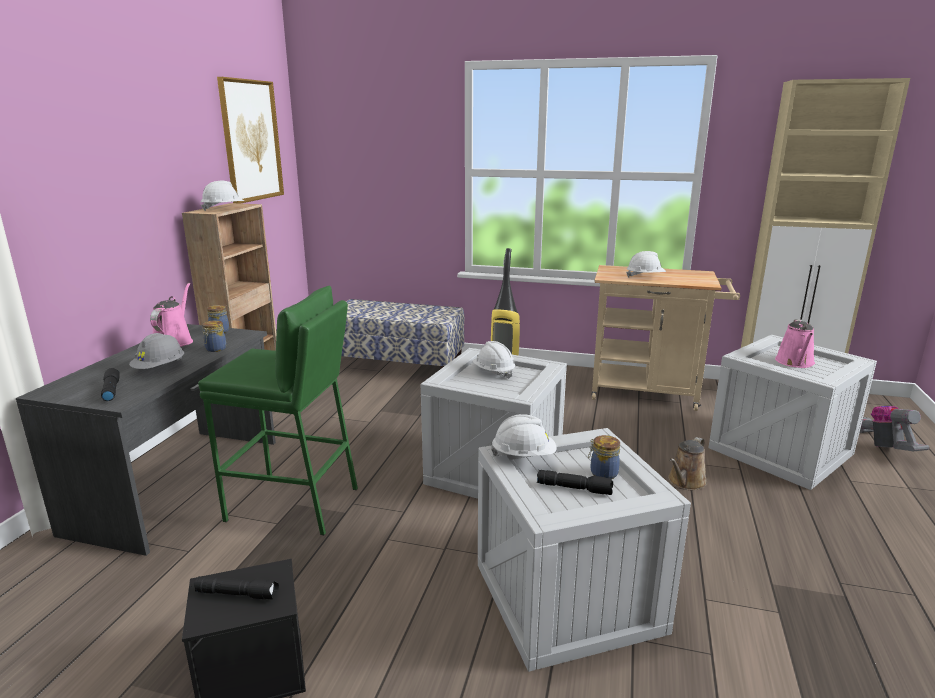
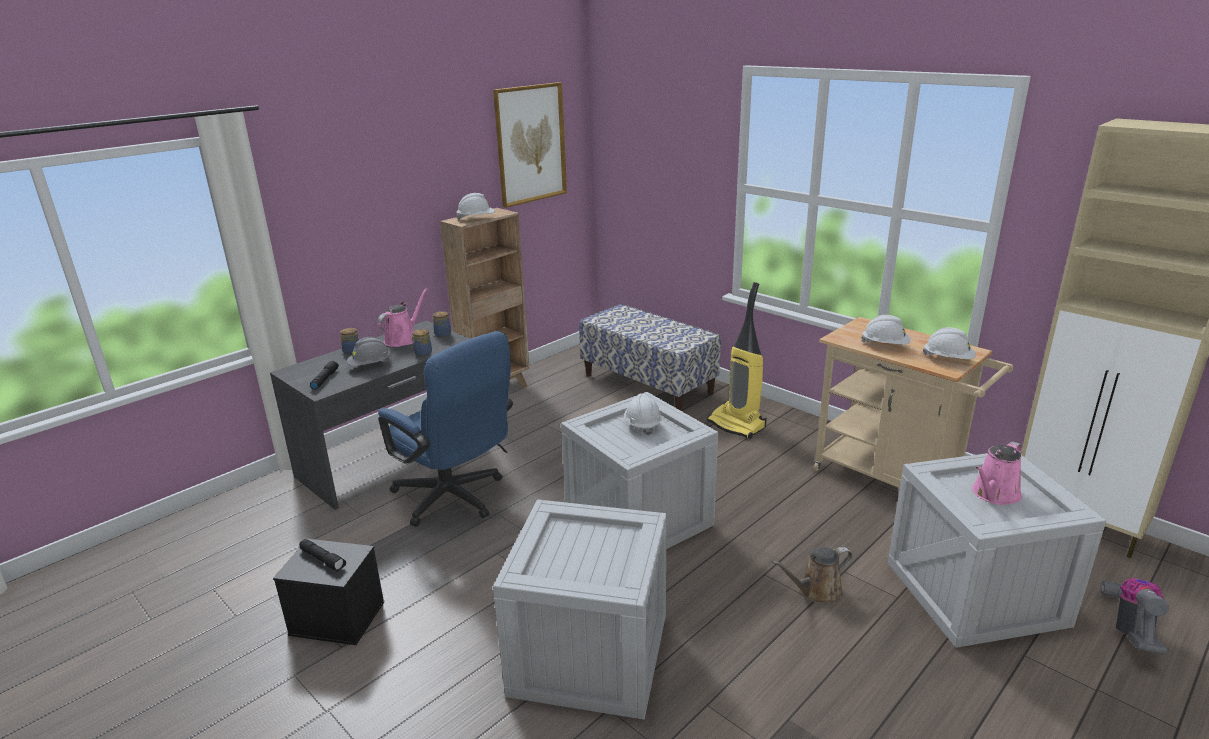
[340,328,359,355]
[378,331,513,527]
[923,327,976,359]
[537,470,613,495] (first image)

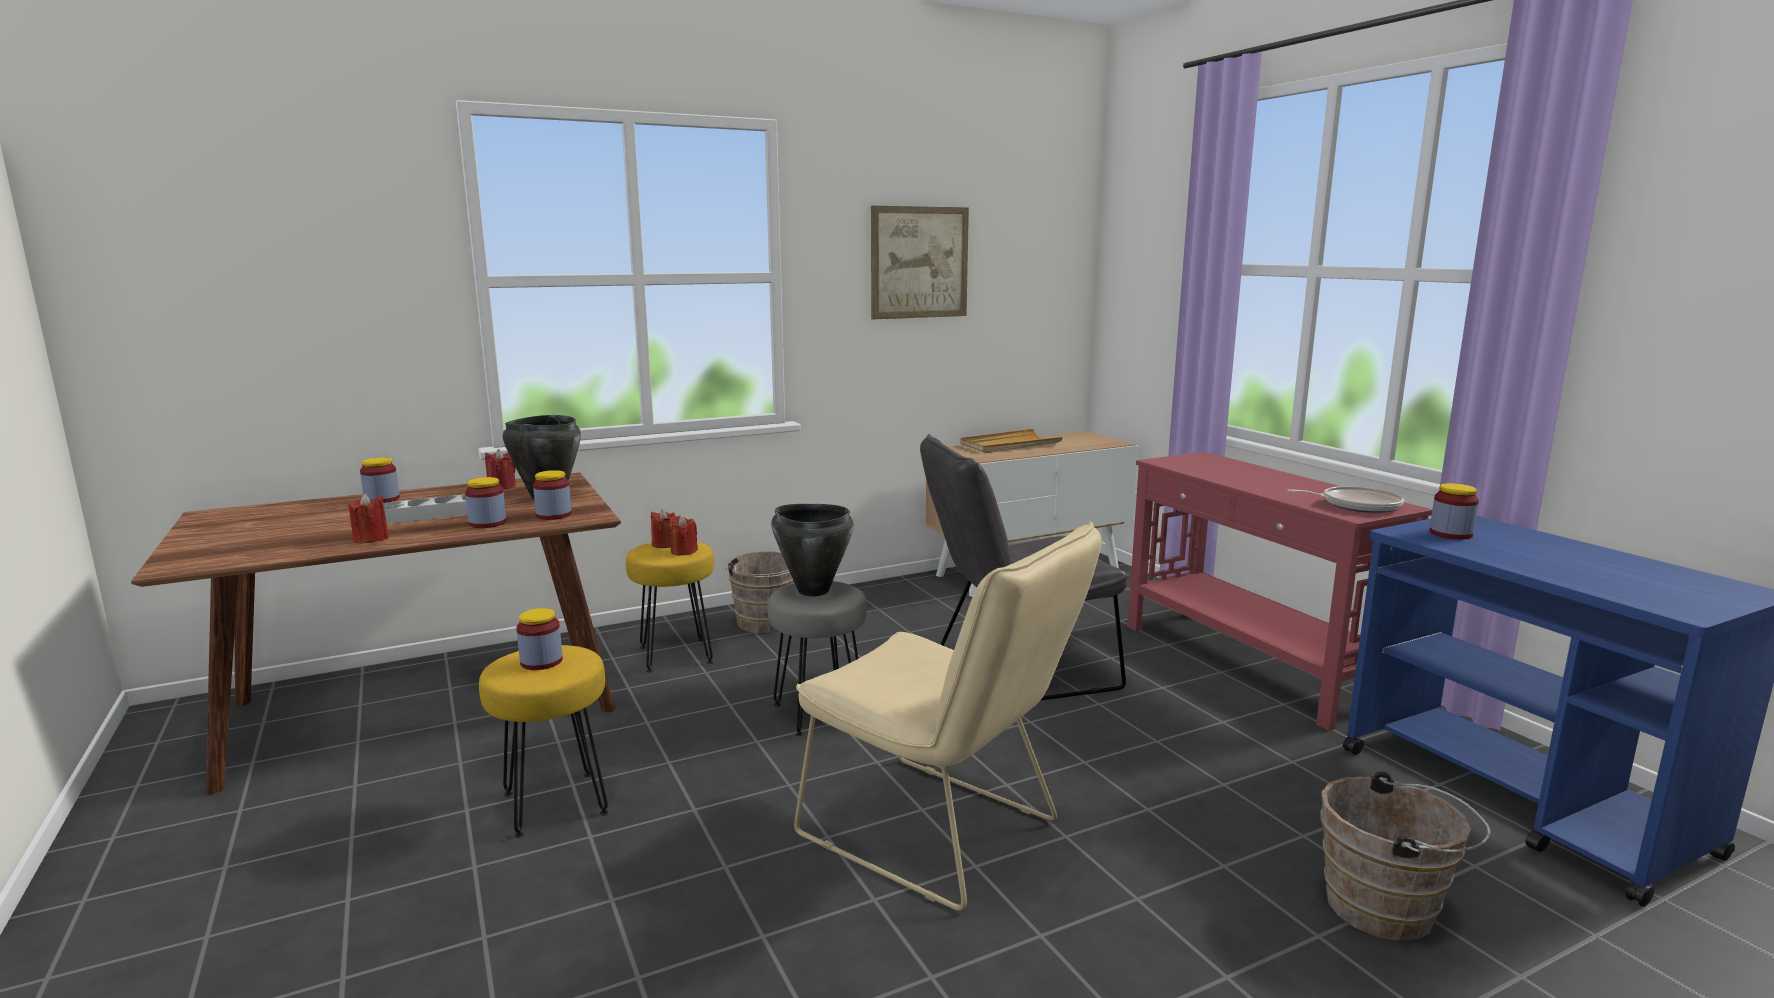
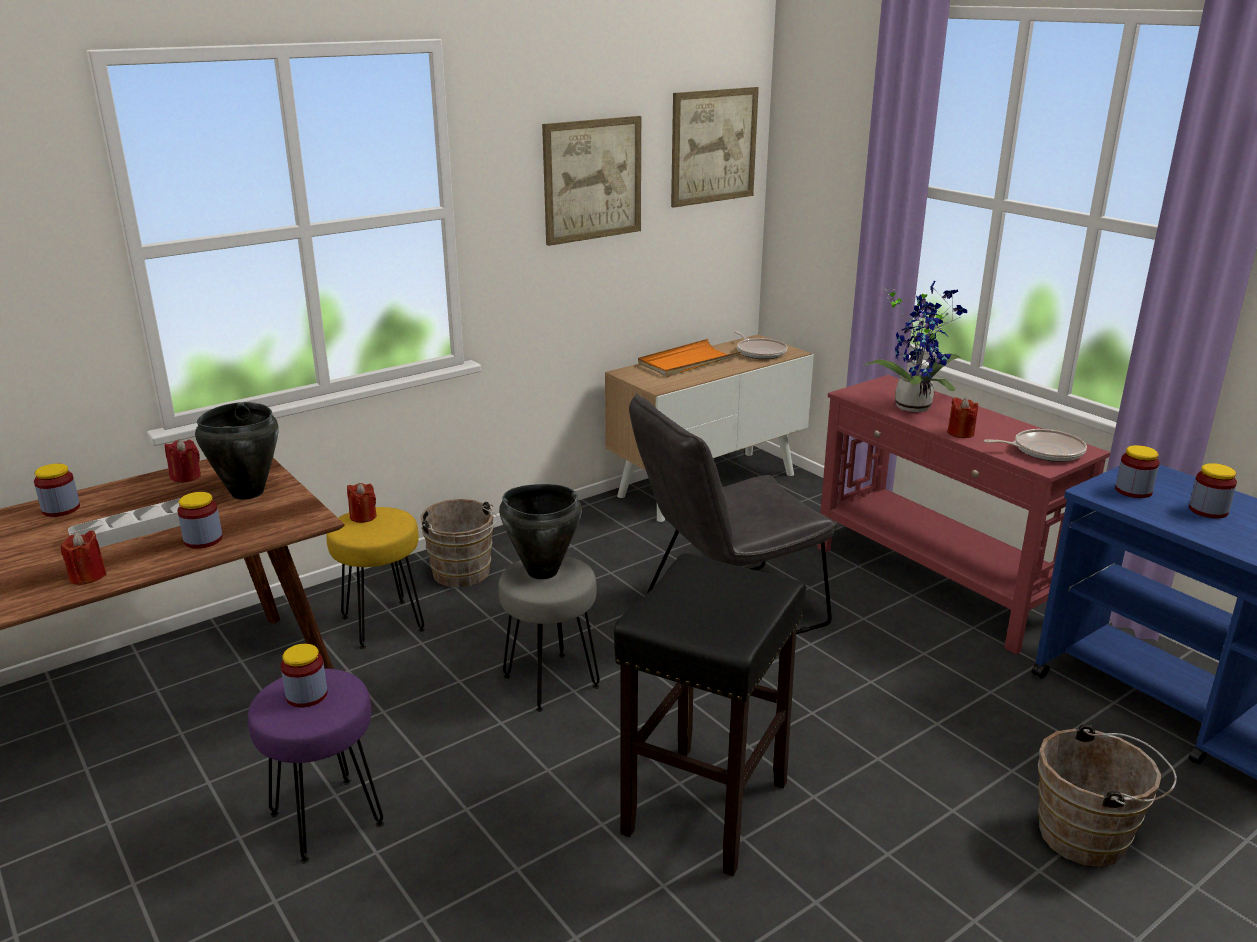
[248,668,384,864]
[614,553,806,876]
[638,339,741,377]
[671,87,759,208]
[733,331,787,359]
[863,280,967,412]
[947,397,978,438]
[1189,463,1237,518]

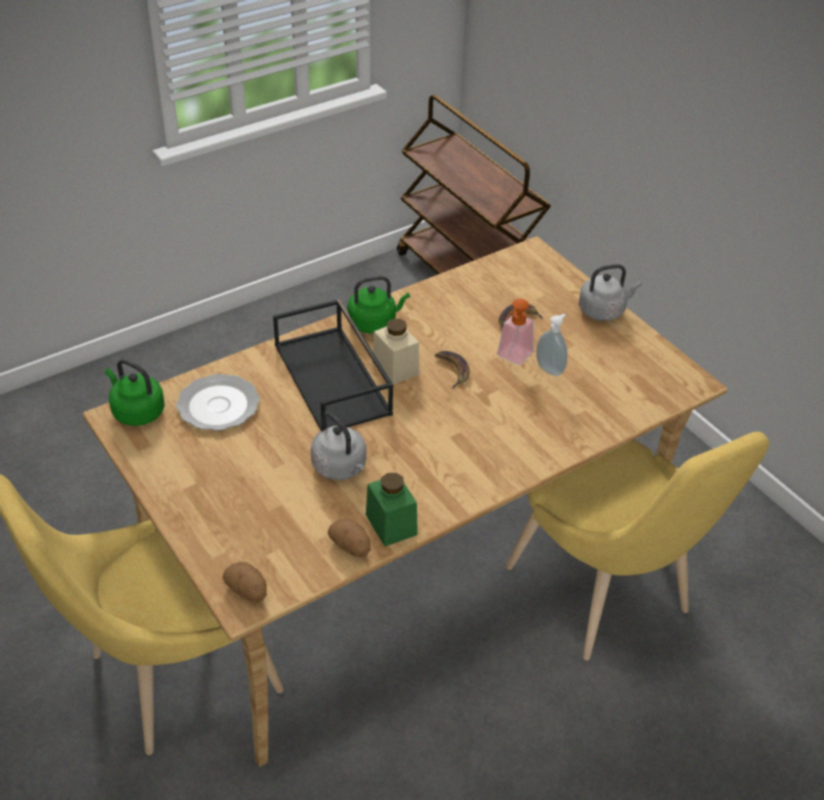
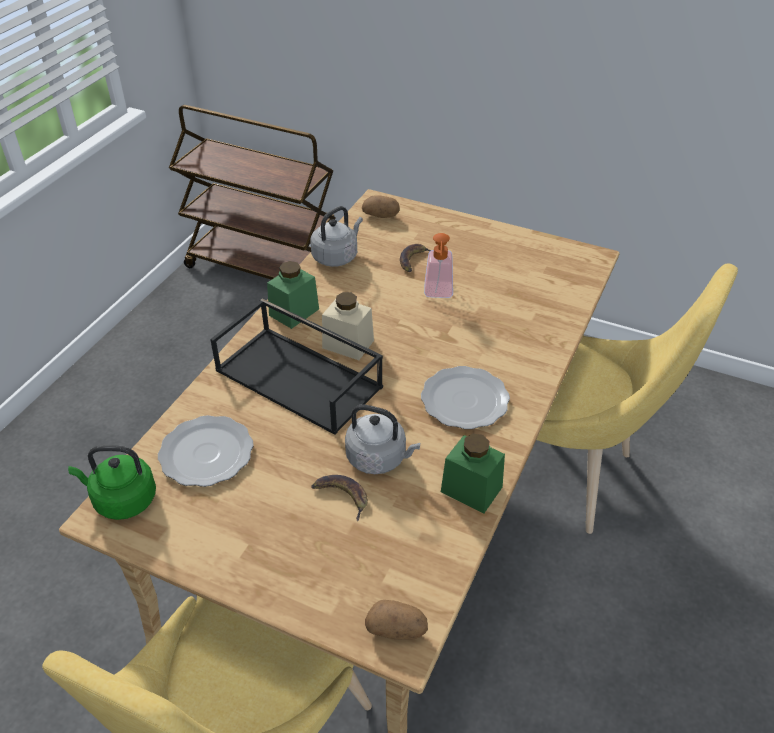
[267,261,319,329]
[311,206,363,267]
[311,475,368,521]
[362,195,399,218]
[421,366,510,429]
[536,314,568,376] (first image)

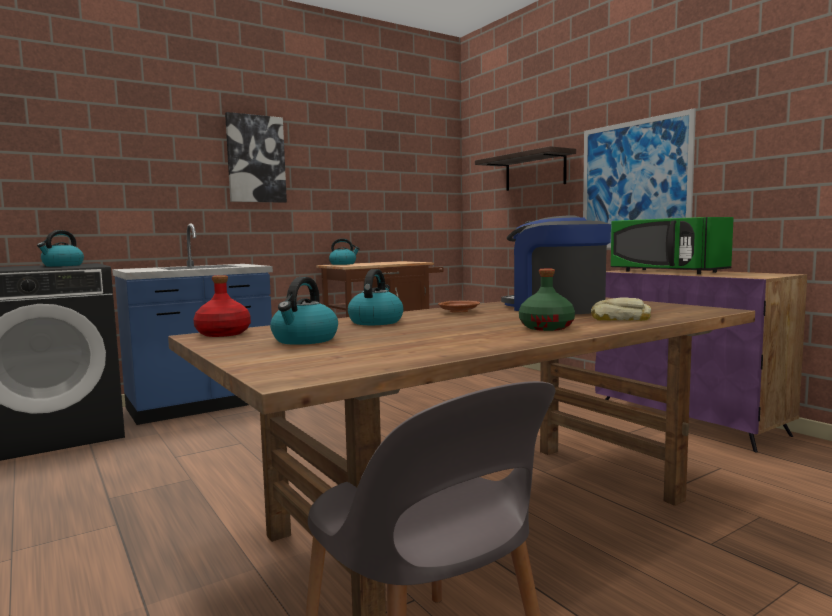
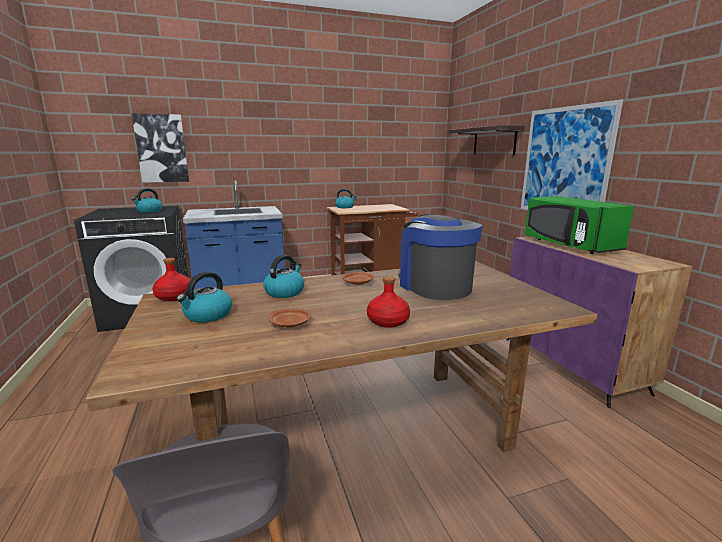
[131,113,189,183]
[268,309,311,328]
[367,276,410,328]
[591,297,651,321] (first image)

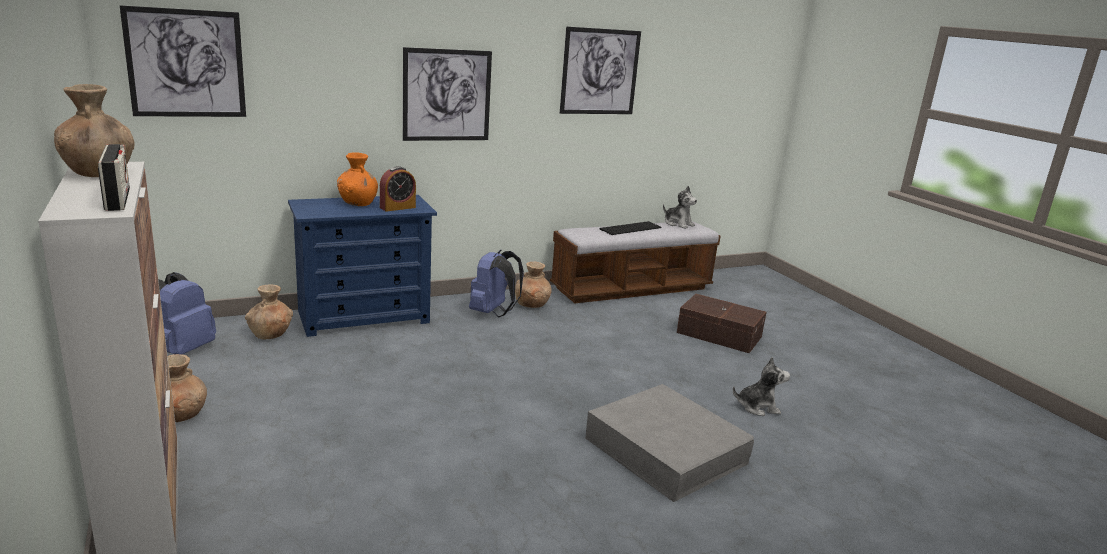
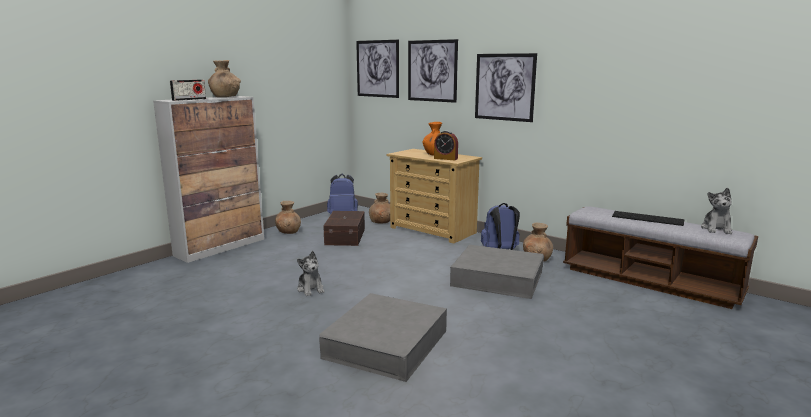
[297,251,324,296]
[323,211,365,246]
[387,149,482,243]
[408,39,458,103]
[450,245,544,299]

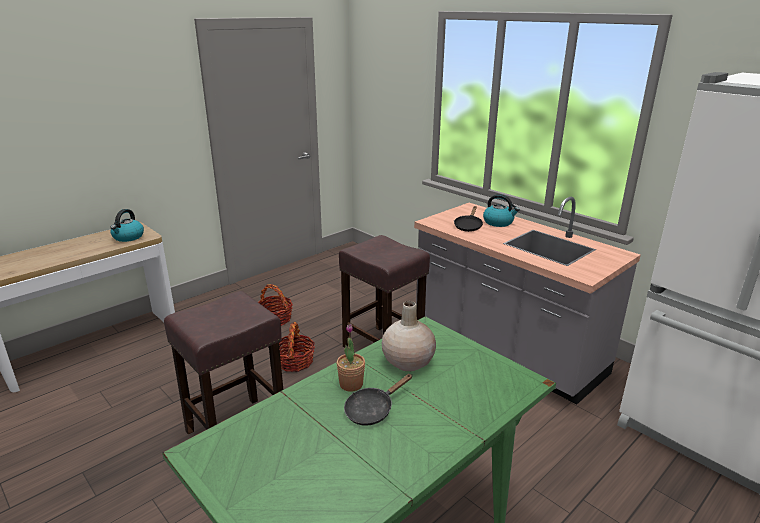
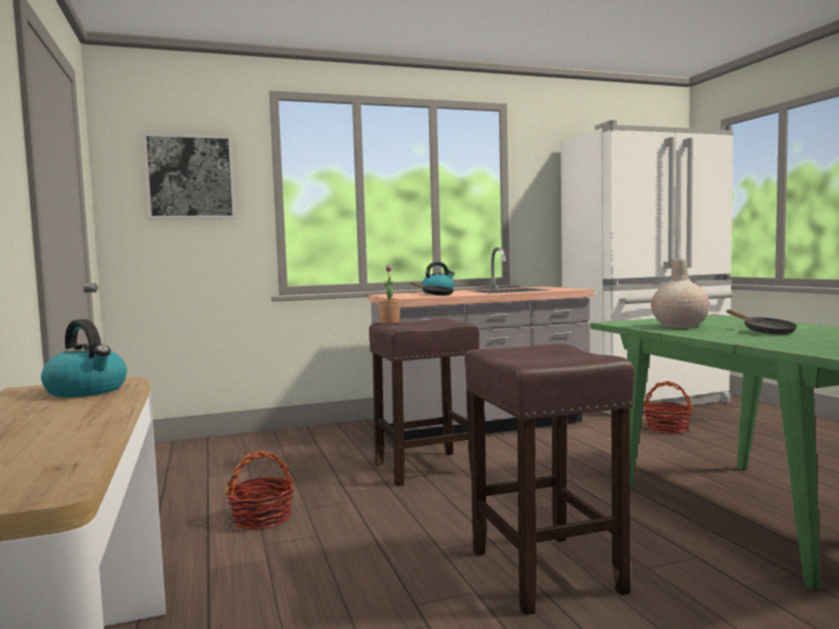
[143,133,236,219]
[378,265,401,324]
[643,381,693,434]

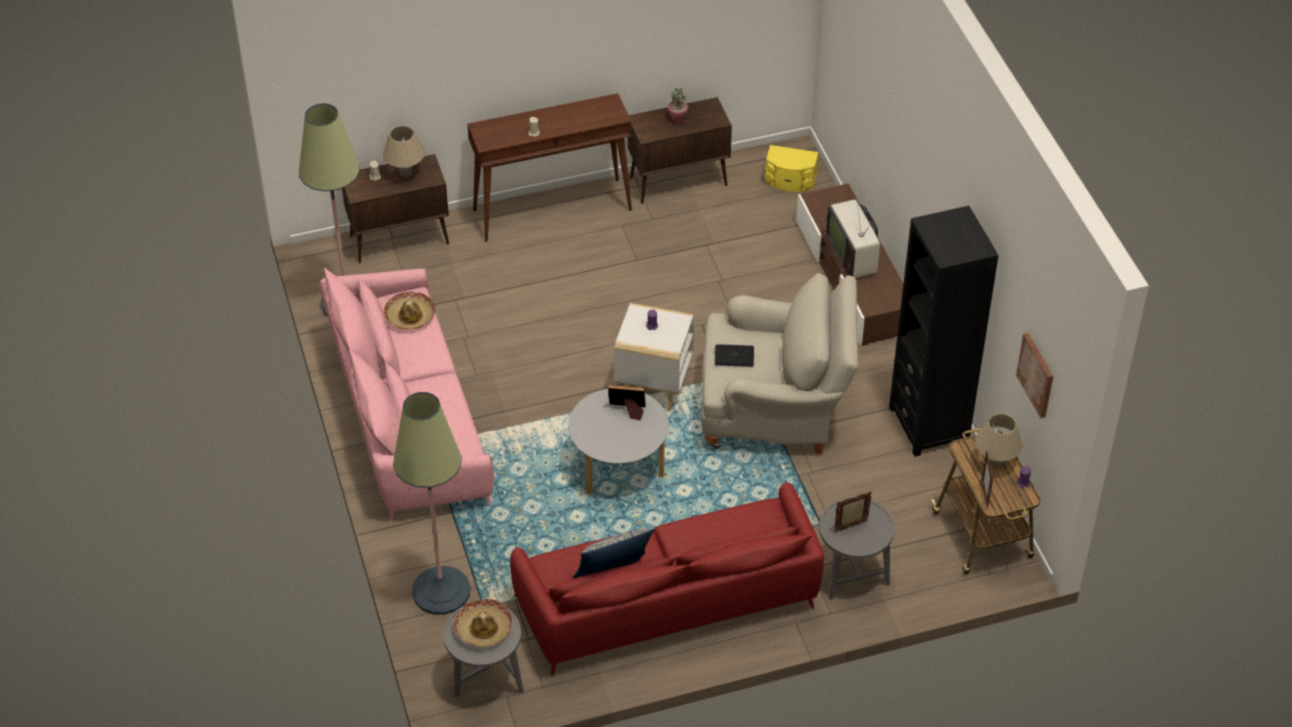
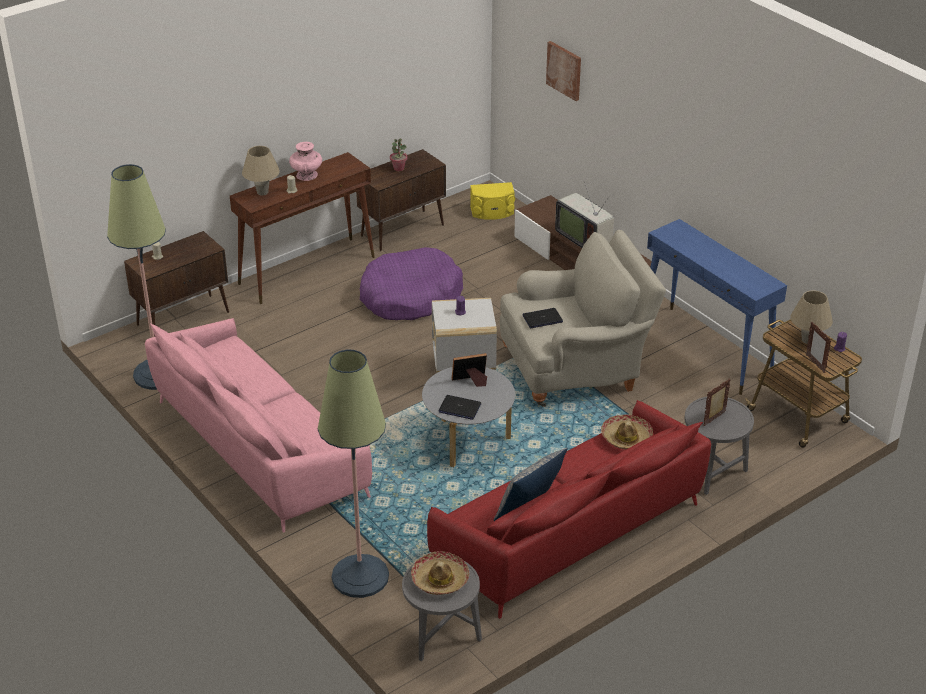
[242,146,280,195]
[289,142,322,181]
[360,247,463,320]
[439,395,481,420]
[546,41,581,101]
[601,415,653,450]
[647,219,787,395]

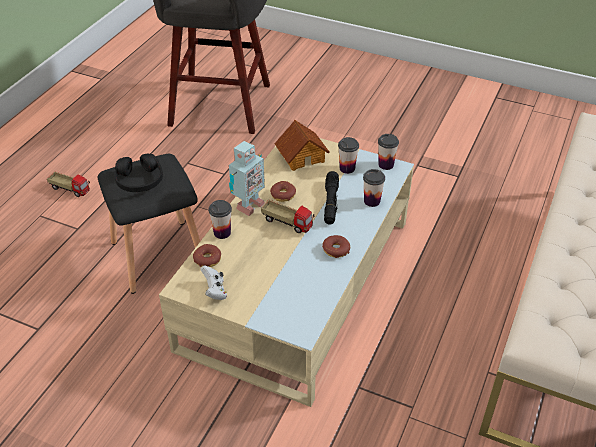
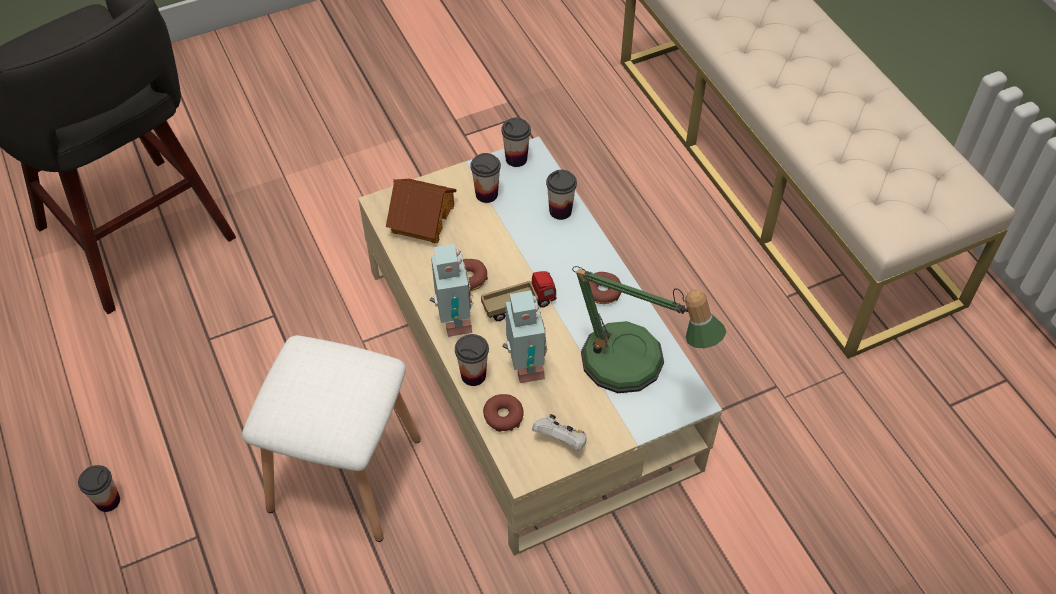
[78,465,120,512]
[242,335,421,542]
[502,290,548,383]
[572,266,726,393]
[115,153,163,192] (first image)
[324,171,339,225] (first image)

